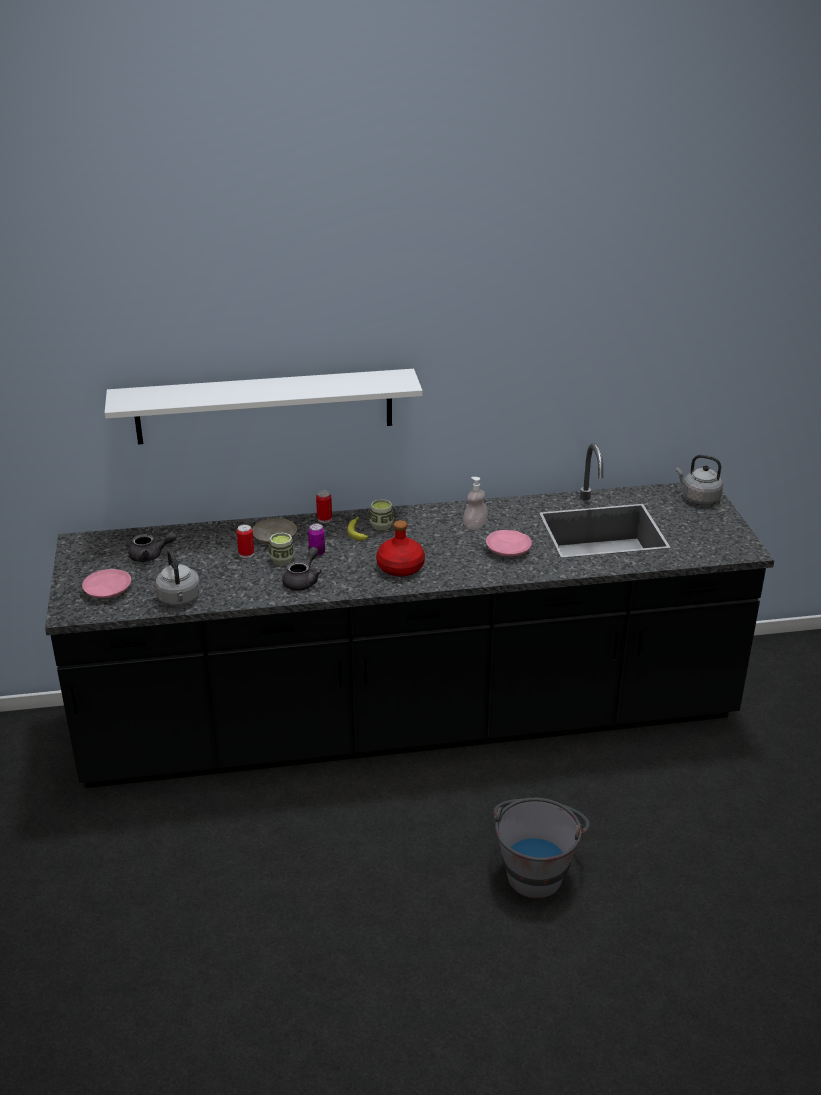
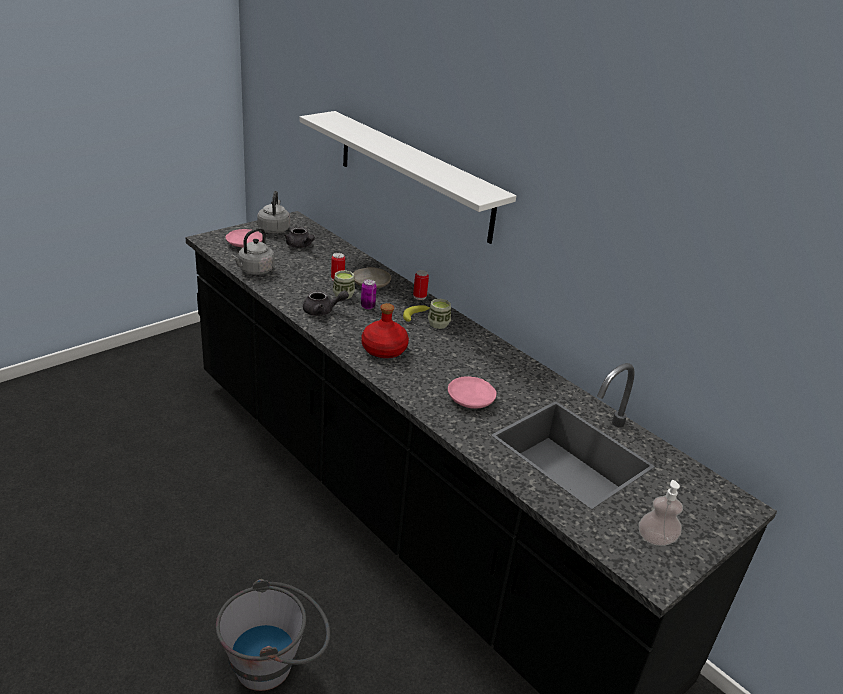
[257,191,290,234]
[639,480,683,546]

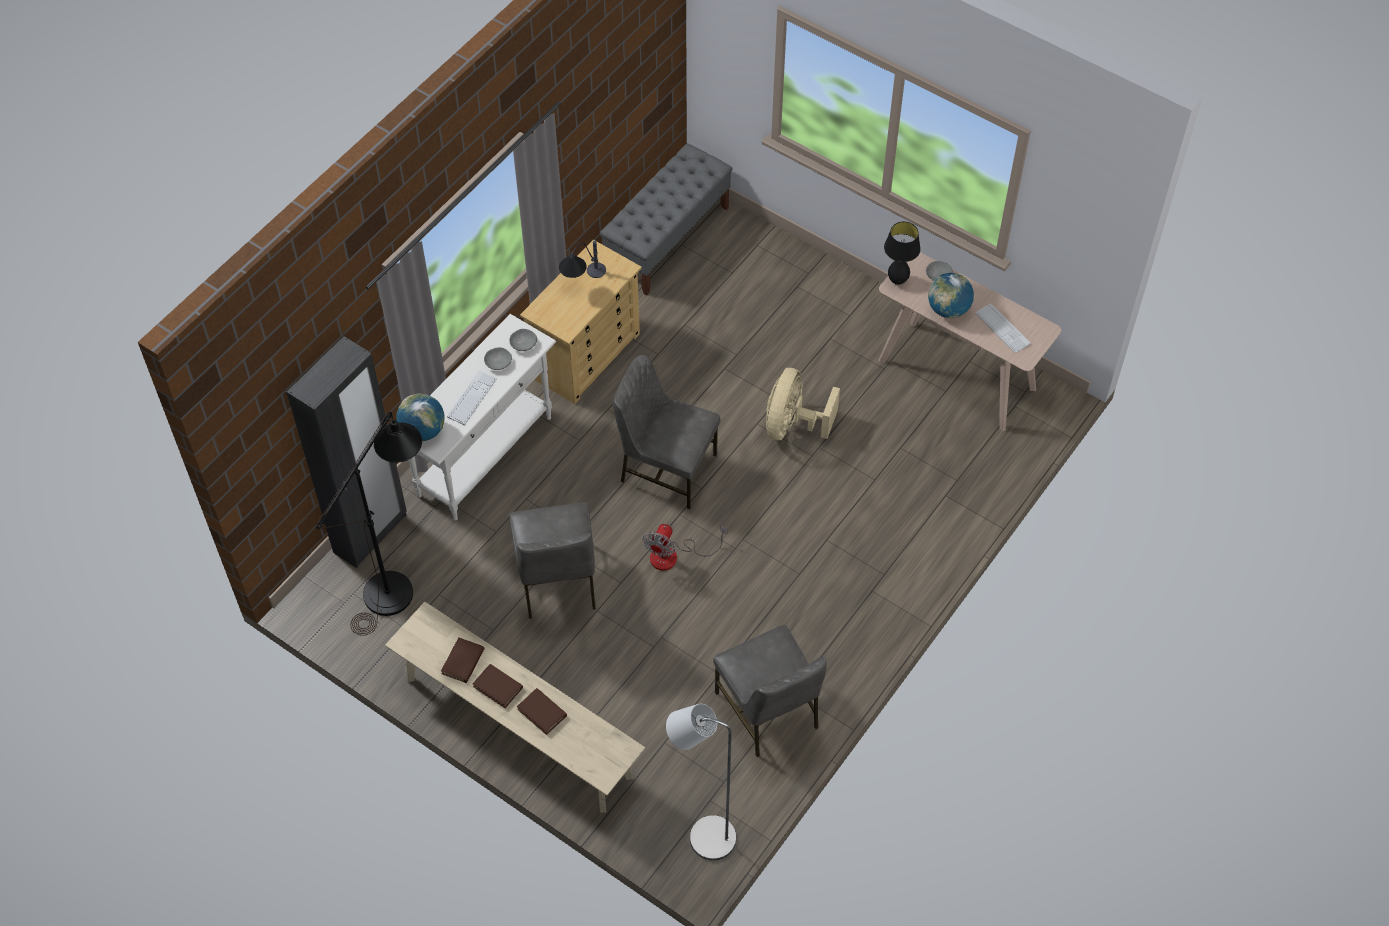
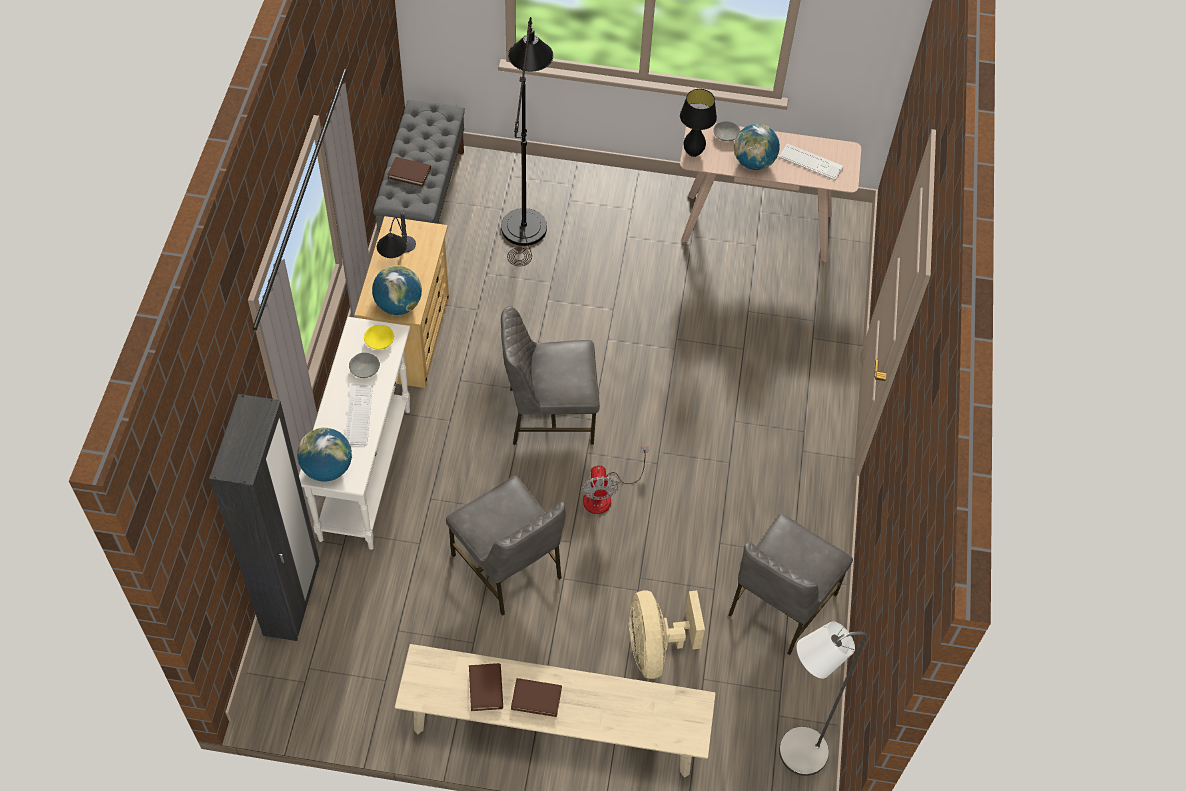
[364,325,394,350]
[372,265,422,315]
[387,157,431,187]
[501,17,553,266]
[629,591,705,679]
[729,514,853,655]

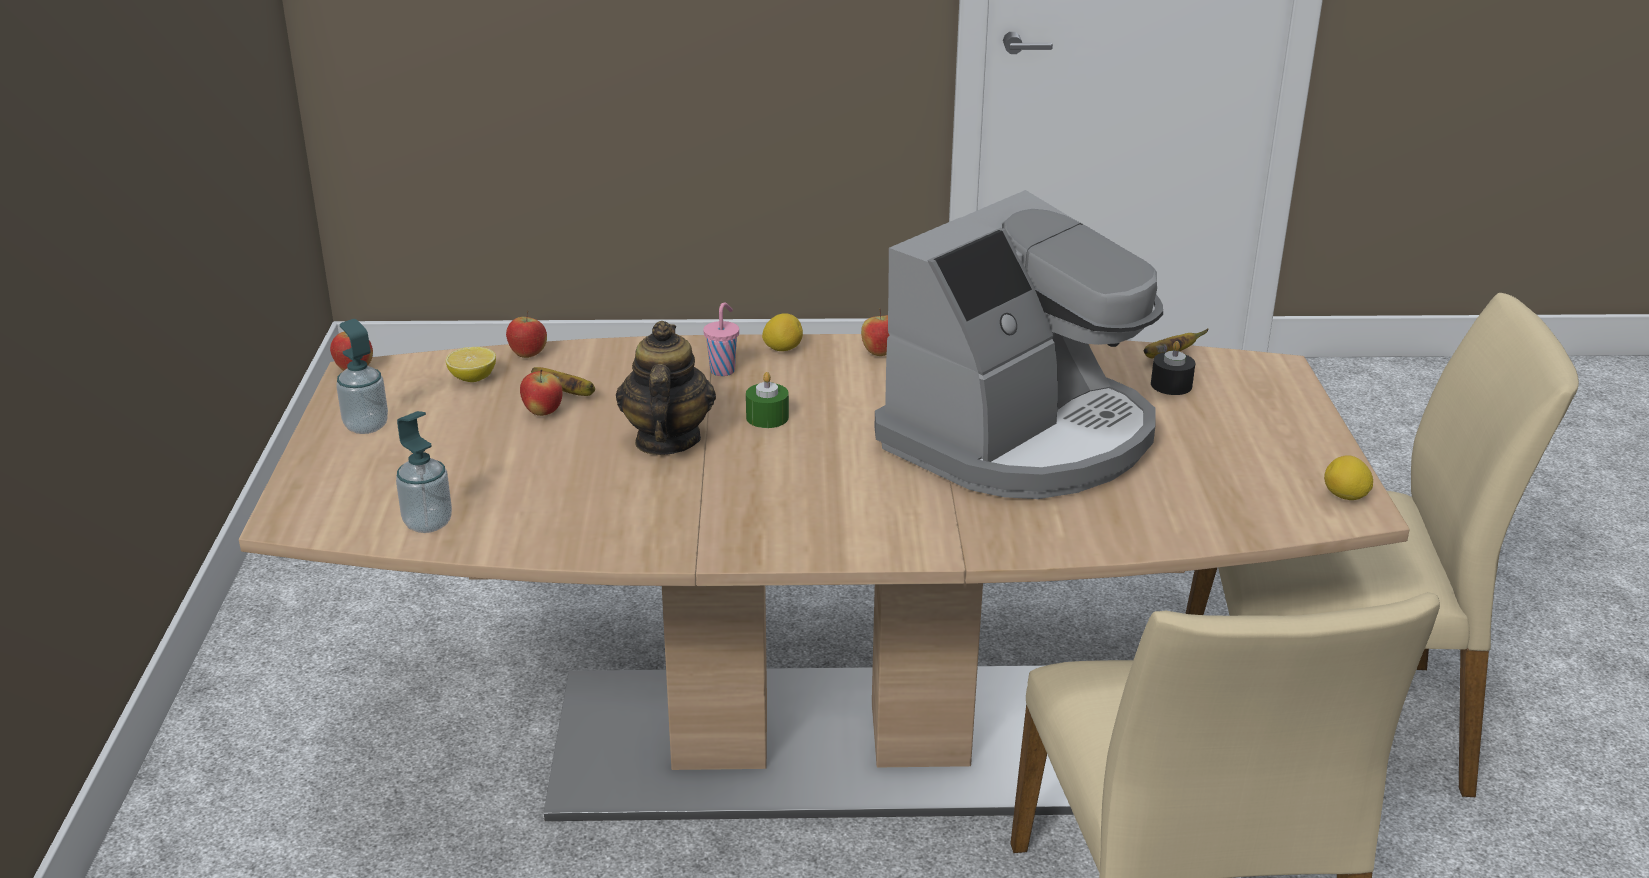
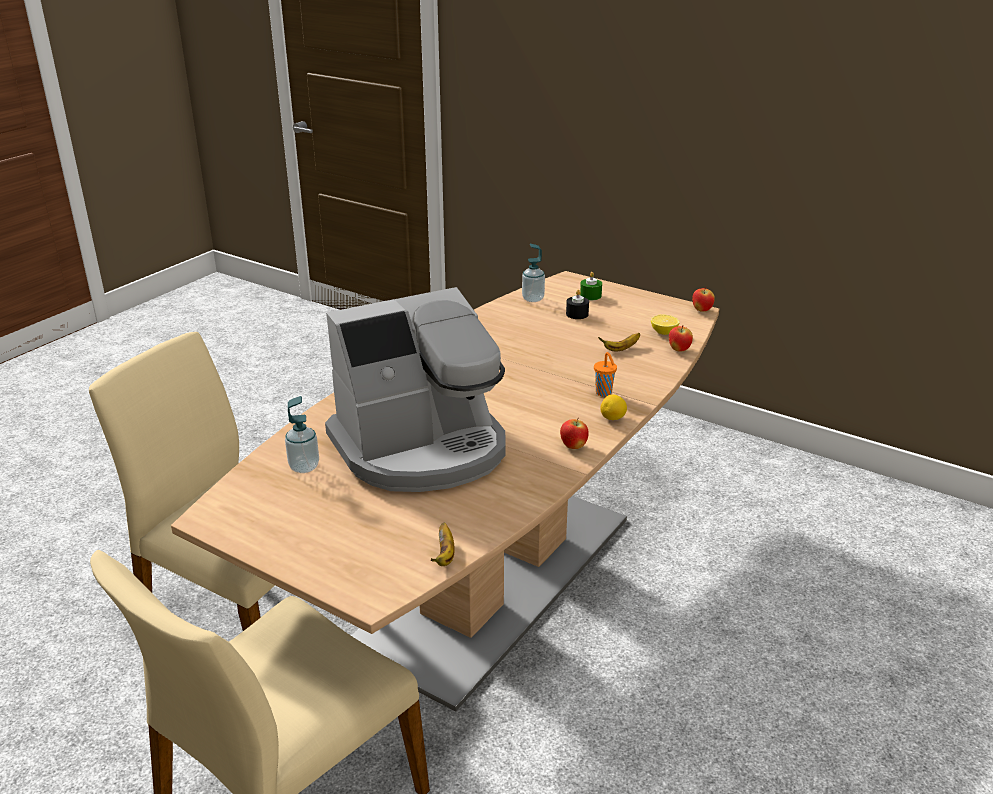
[285,396,319,473]
[325,287,506,492]
[566,290,589,319]
[580,272,602,300]
[594,352,617,397]
[520,369,563,416] (first image)
[616,321,716,455] (first image)
[1324,455,1373,500] (first image)

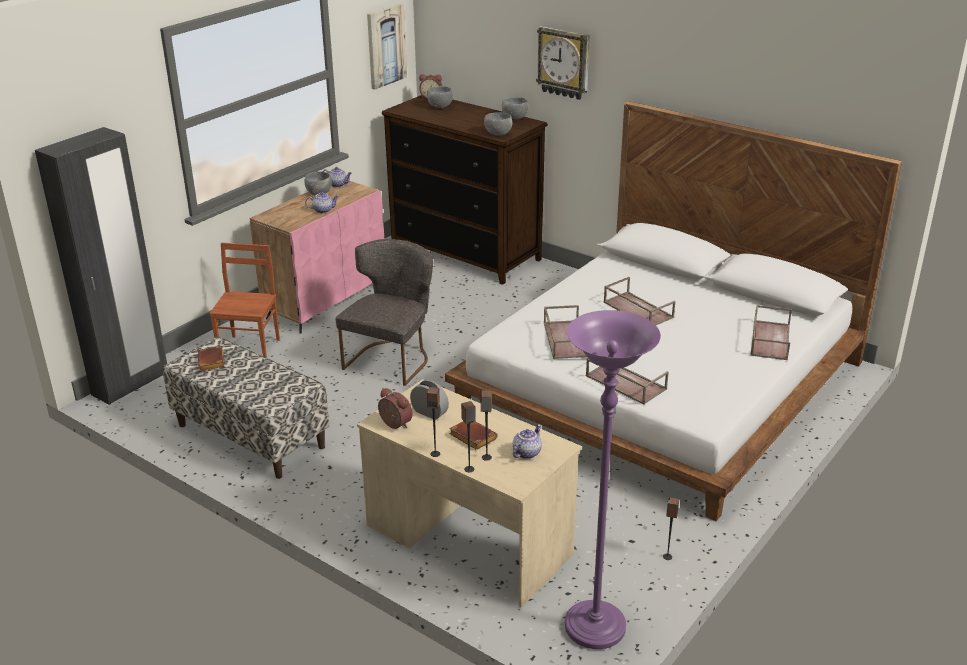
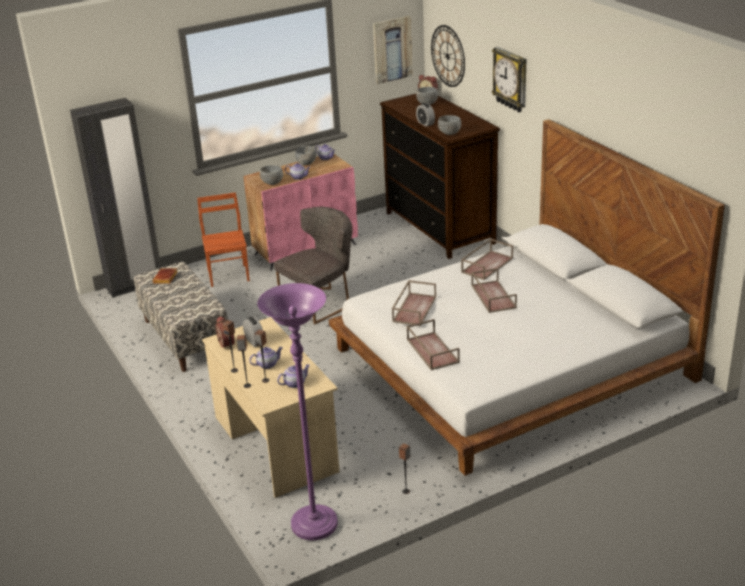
[197,192,250,287]
[249,347,283,369]
[260,165,283,185]
[416,103,435,127]
[431,25,465,87]
[461,239,513,280]

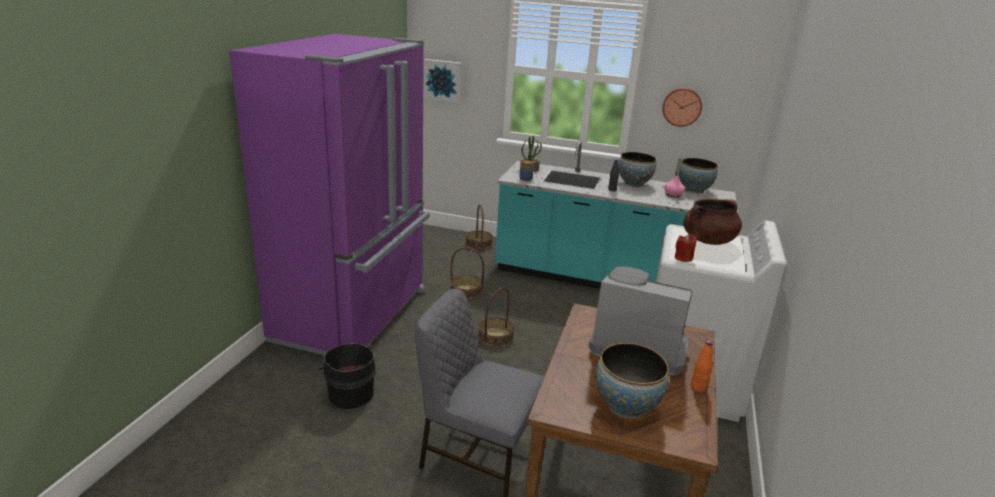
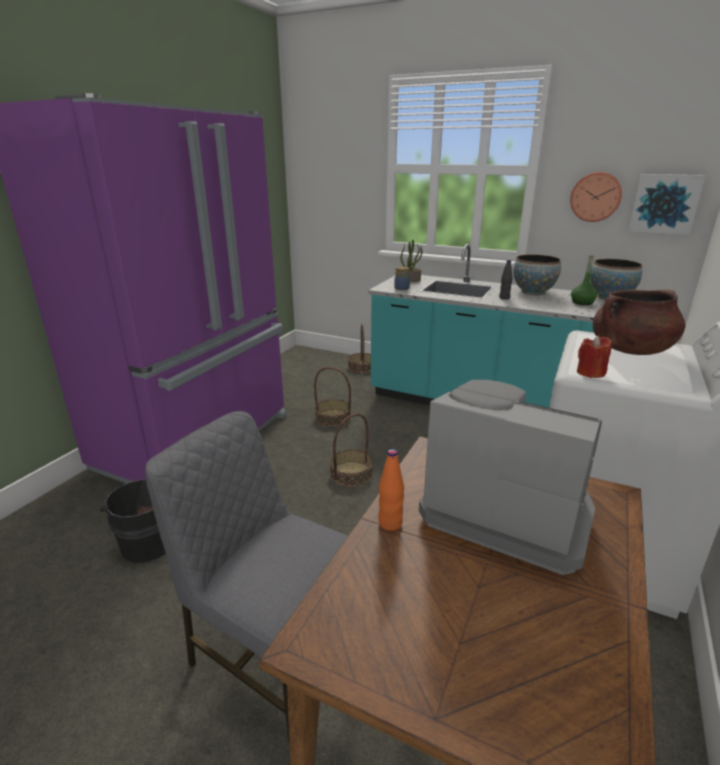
[378,449,404,531]
[571,256,598,305]
[629,174,705,235]
[596,343,669,419] (first image)

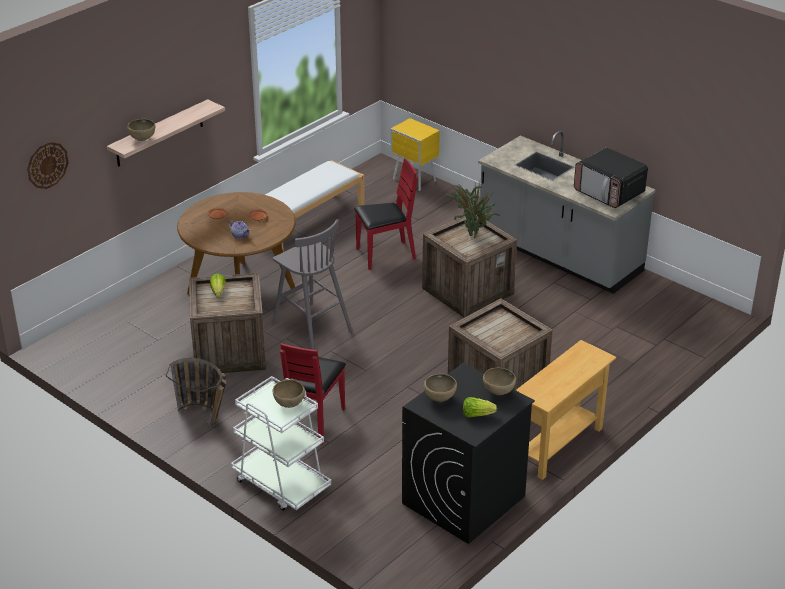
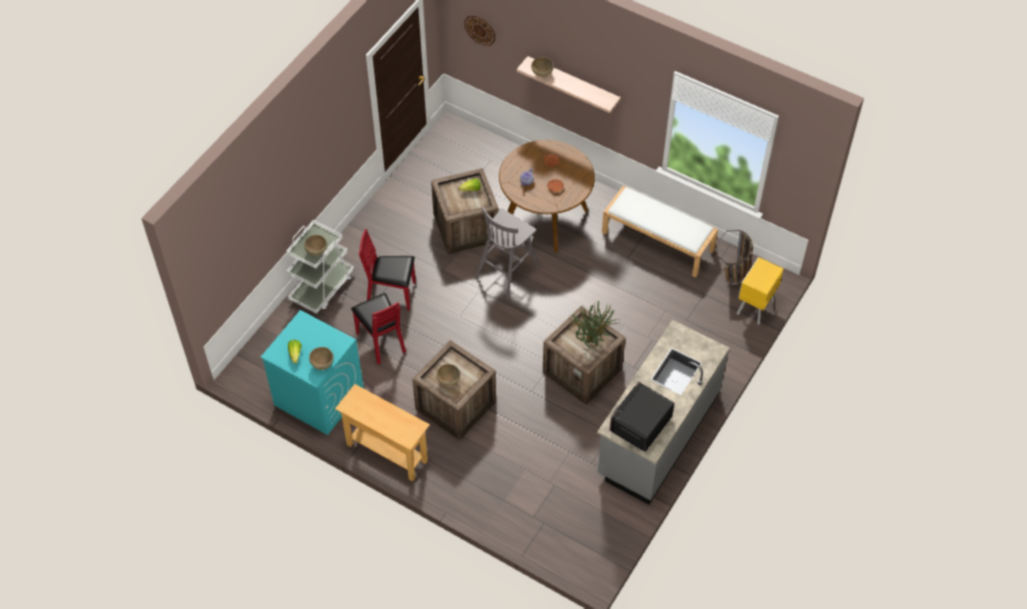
[260,310,364,435]
[351,293,406,365]
[436,364,460,386]
[716,230,753,283]

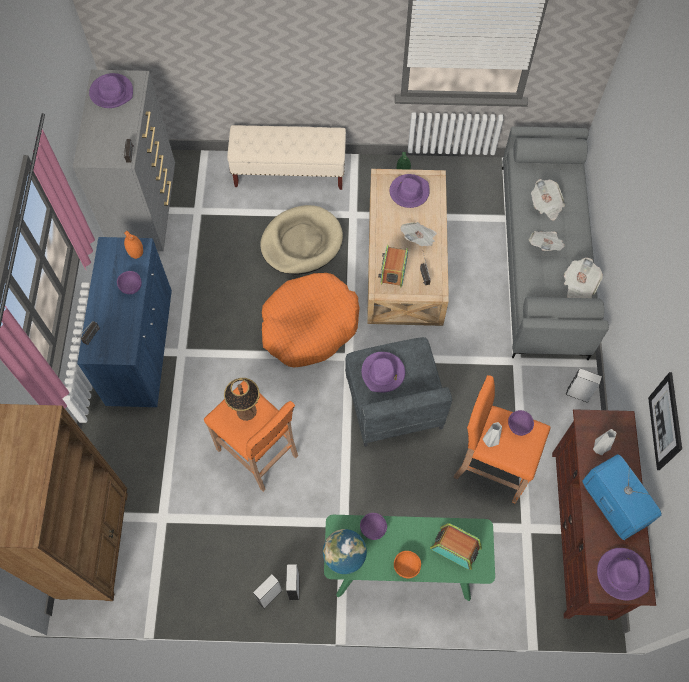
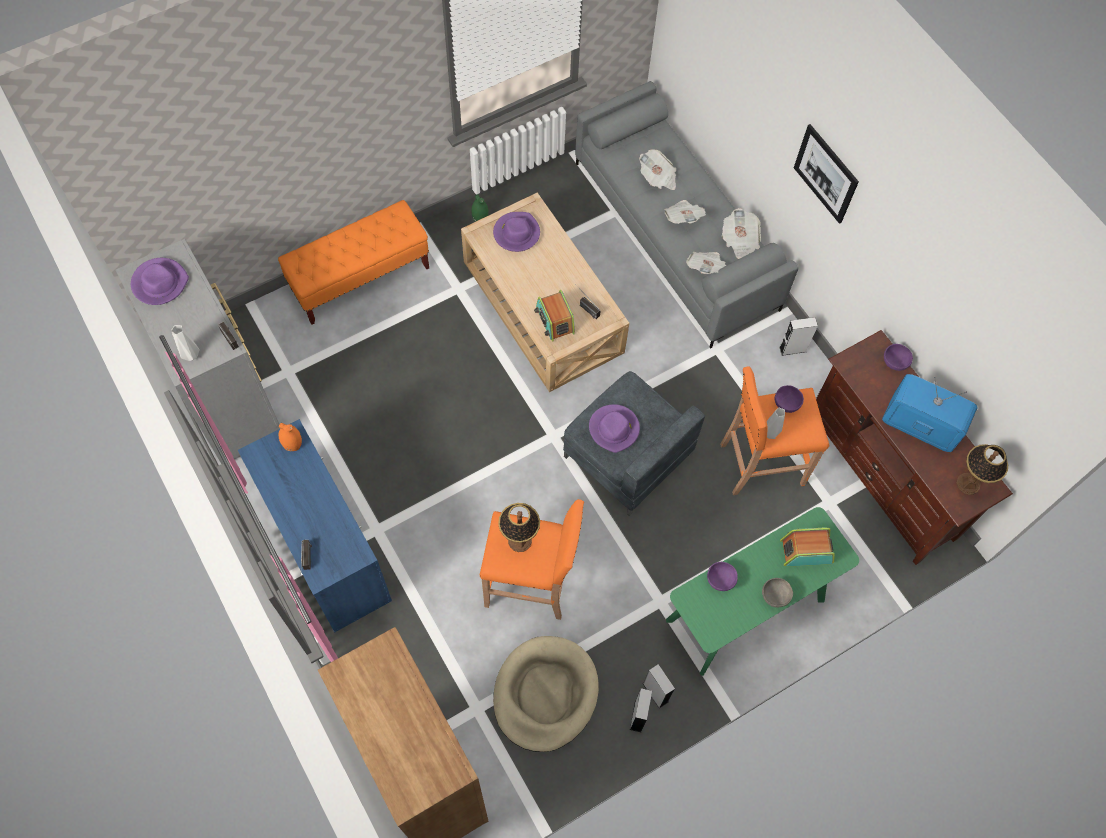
[171,325,199,361]
[278,200,429,325]
[493,636,599,752]
[686,252,726,274]
[762,578,793,608]
[794,124,859,224]
[884,344,913,371]
[957,444,1008,495]
[262,273,359,367] (first image)
[323,529,367,574] (first image)

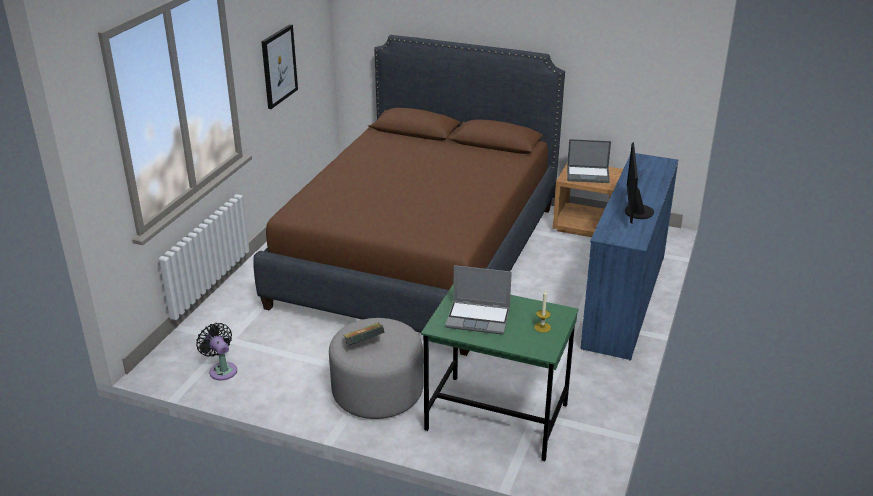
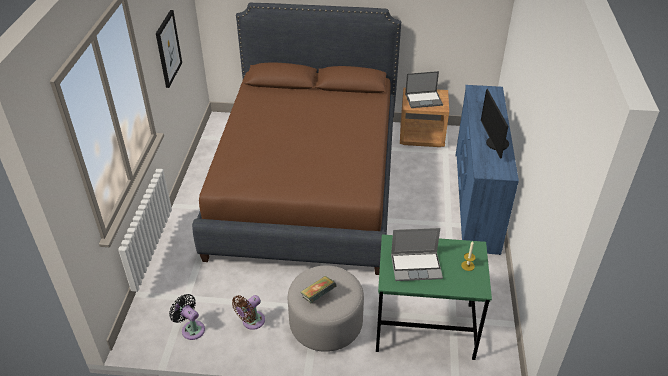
[232,295,265,330]

